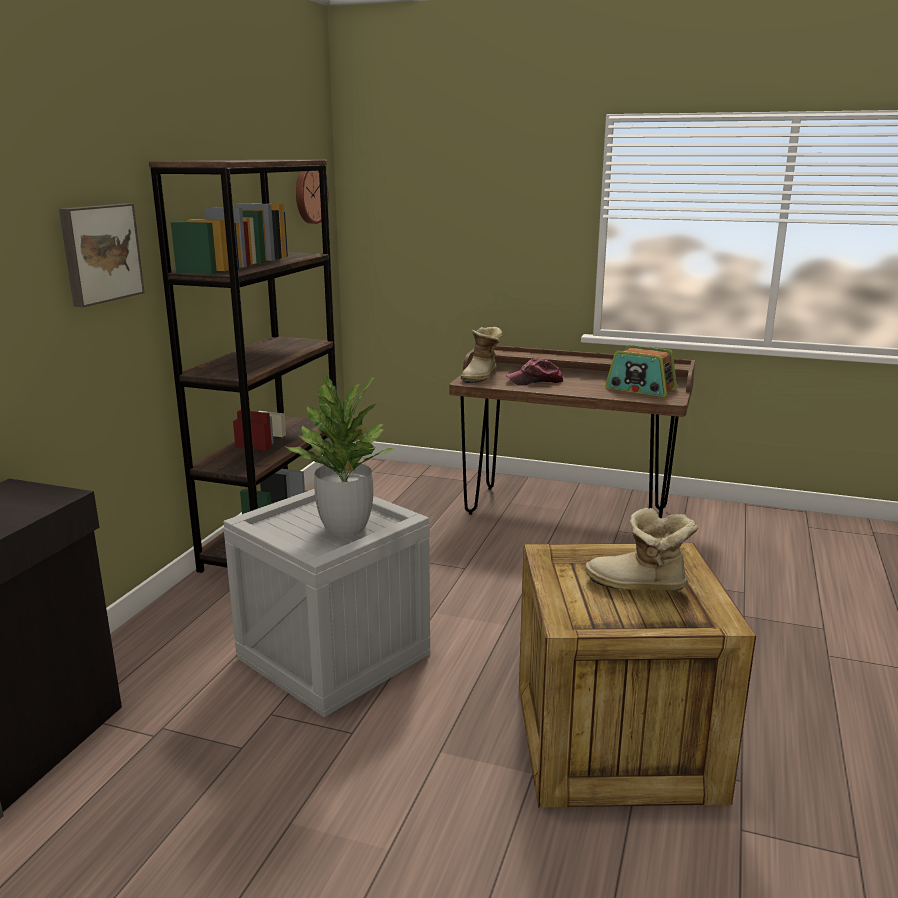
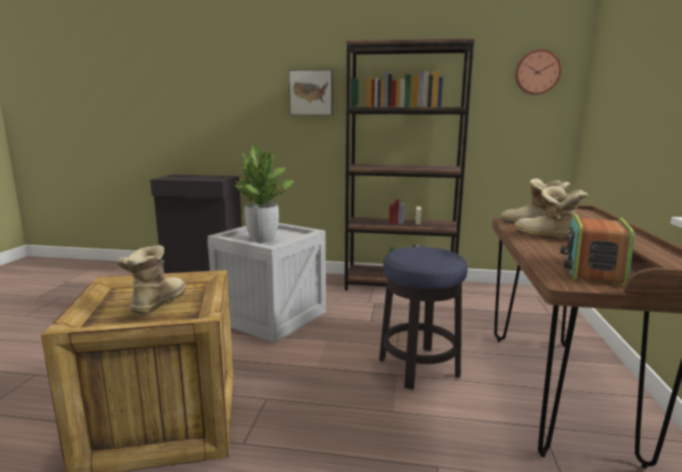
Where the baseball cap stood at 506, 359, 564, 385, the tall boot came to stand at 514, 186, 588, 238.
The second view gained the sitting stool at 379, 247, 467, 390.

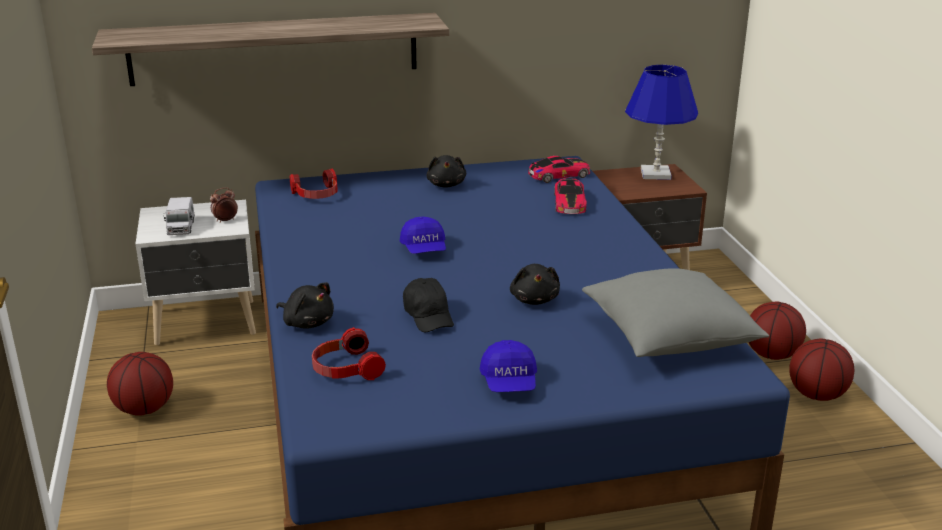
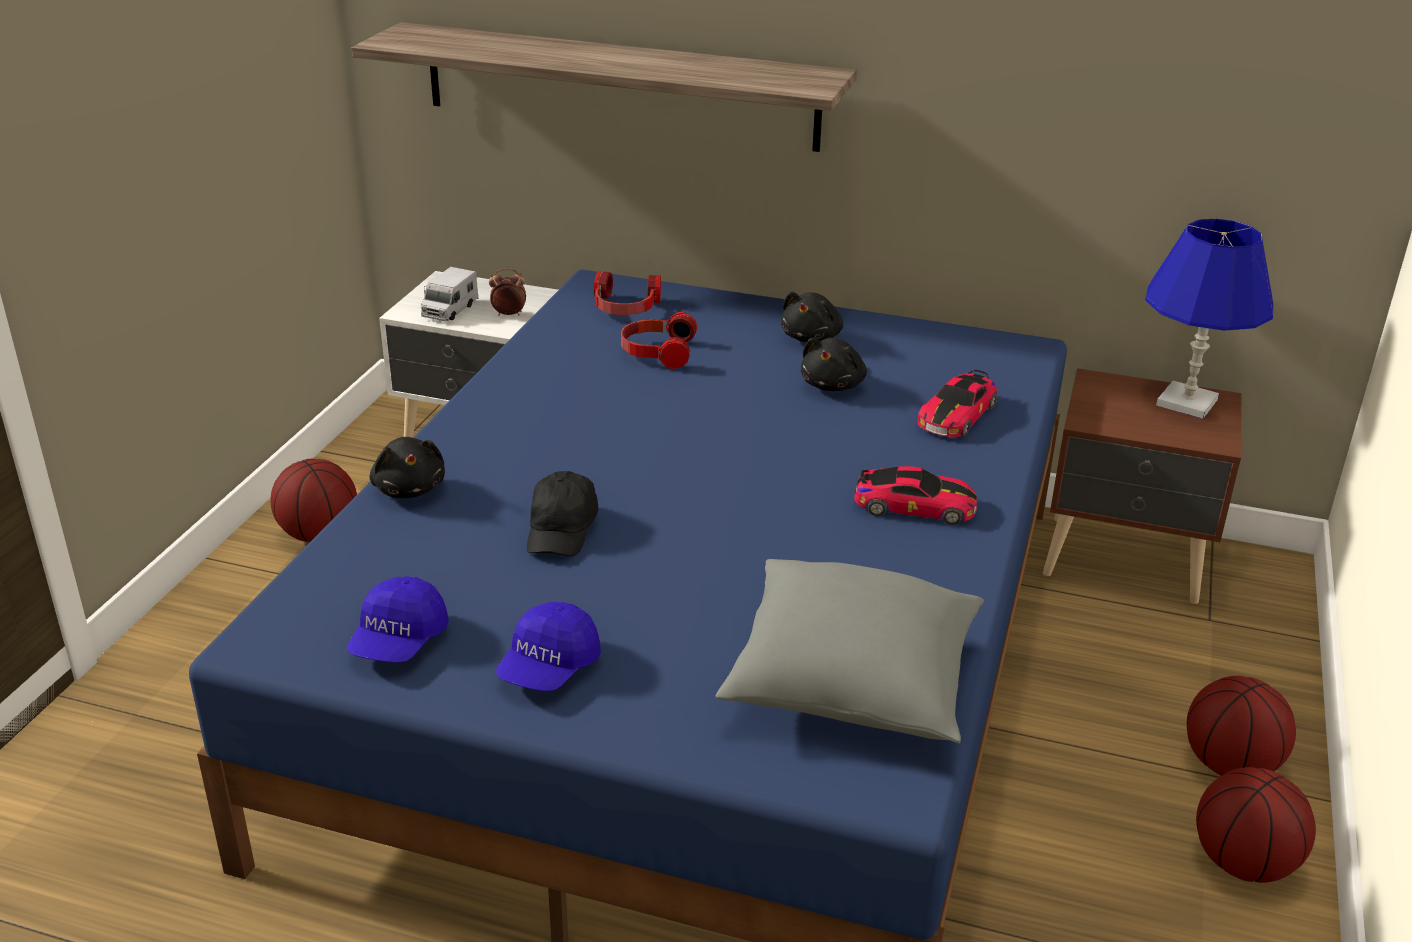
The pair of headphones ended up elsewhere, having gone from 312, 327, 386, 380 to 621, 312, 697, 370.
The baseball cap/blue-coloured ended up elsewhere, having gone from 400, 217, 446, 254 to 347, 576, 449, 663.
The cuddly toy/black-coloured ended up elsewhere, having gone from 510, 264, 560, 305 to 801, 338, 867, 391.
The toy car ended up elsewhere, having gone from 528, 156, 590, 183 to 854, 466, 977, 525.

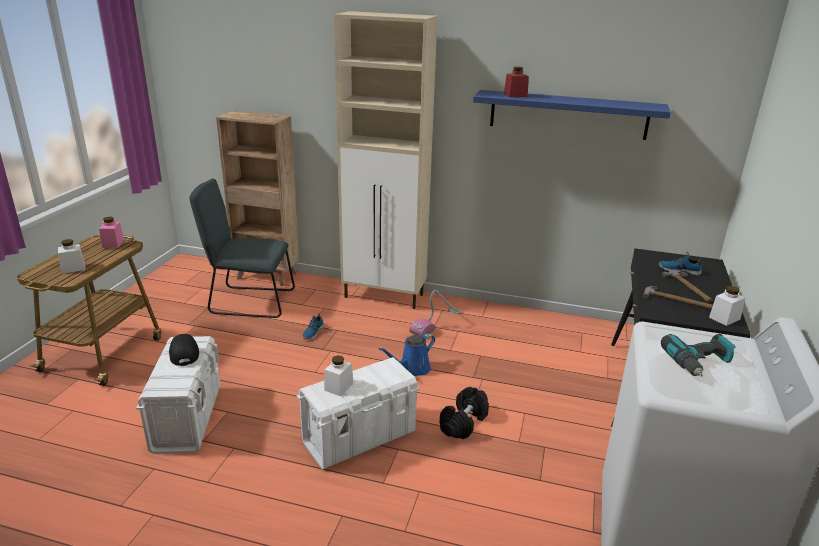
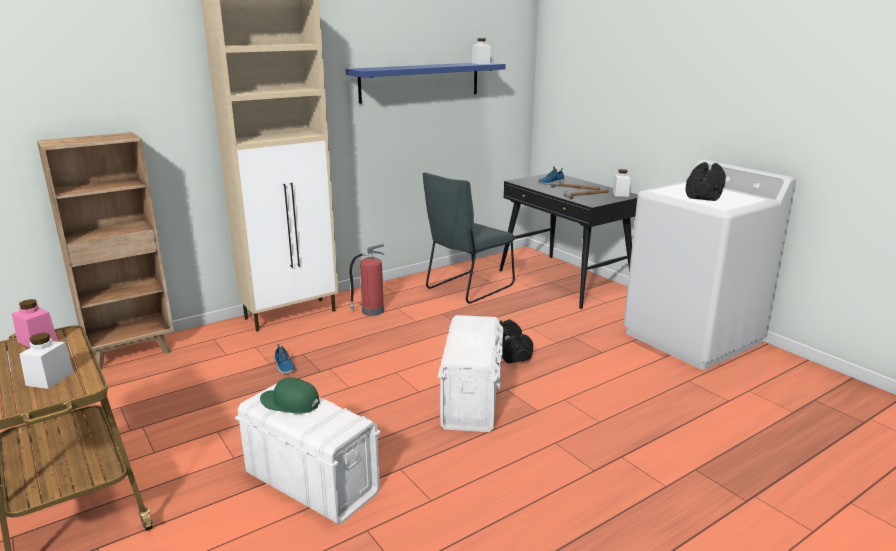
What was the baseball cap/black-coloured at 169, 334, 199, 366 turned into the baseball cap/greenish at 260, 377, 320, 414.
The plain chair/greyish ended up elsewhere, having gone from 189, 179, 295, 318 to 423, 173, 515, 304.
The storage jar/white ended up elsewhere, having gone from 324, 356, 353, 396 to 472, 38, 491, 64.
The second view lost the sprinkling can/blue-coloured at 379, 334, 435, 376.
Where the hoover stood at 409, 290, 462, 336, the fire-fighting cylinder came to stand at 349, 244, 385, 316.
The second view lost the storage jar/red at 504, 67, 529, 97.
Where the power drill stood at 661, 334, 736, 376, the free weight/black-coloured came to stand at 685, 162, 726, 201.

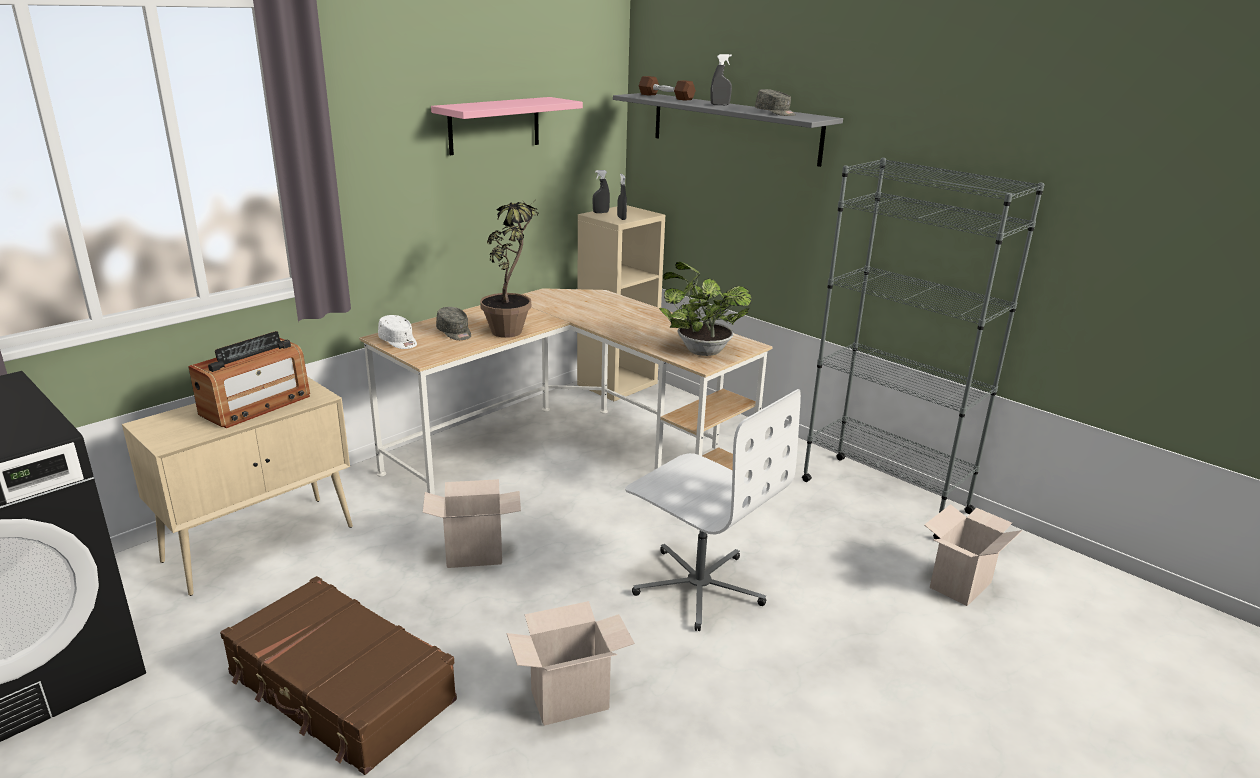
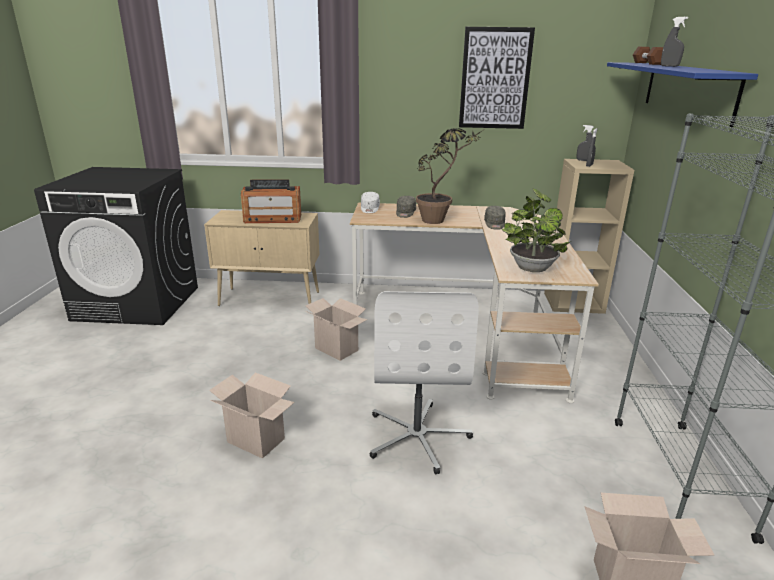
The second view lost the suitcase/brown at 220, 576, 457, 775.
Where the wall shelf/pinkish hung at 431, 97, 583, 155, the wall picture came to hang at 459, 27, 535, 129.
What was the wall shelf/greyish at 613, 93, 843, 167 turned into the wall shelf/blue-coloured at 607, 62, 758, 127.
The baseball cap/greyish ended up elsewhere, having gone from 755, 89, 796, 116 to 484, 206, 505, 230.

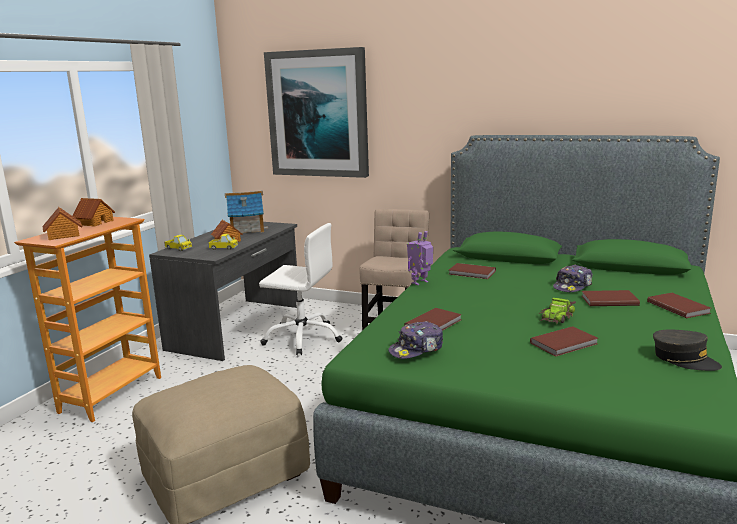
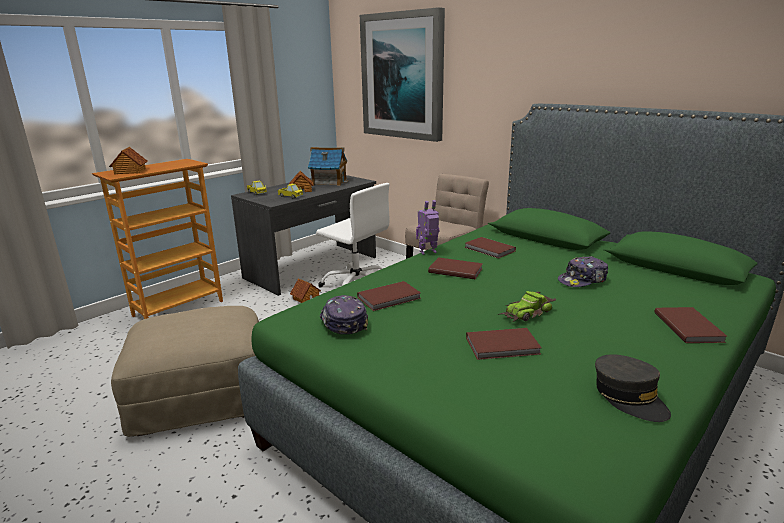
The model house ended up elsewhere, having gone from 72, 198, 115, 226 to 290, 279, 321, 303.
The baseball cap at 388, 321, 443, 359 ended up facing another way, 75 degrees clockwise from before.
The bound book/brown ended up elsewhere, having gone from 582, 290, 640, 306 to 428, 257, 483, 279.

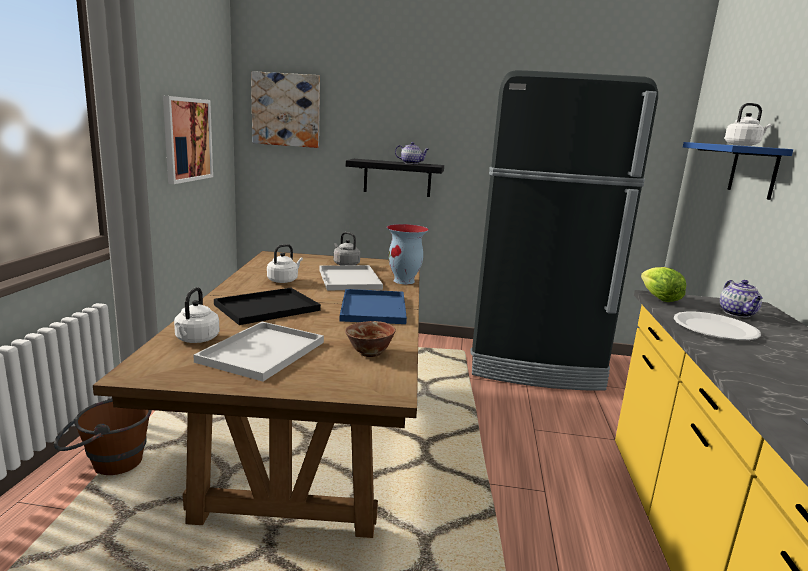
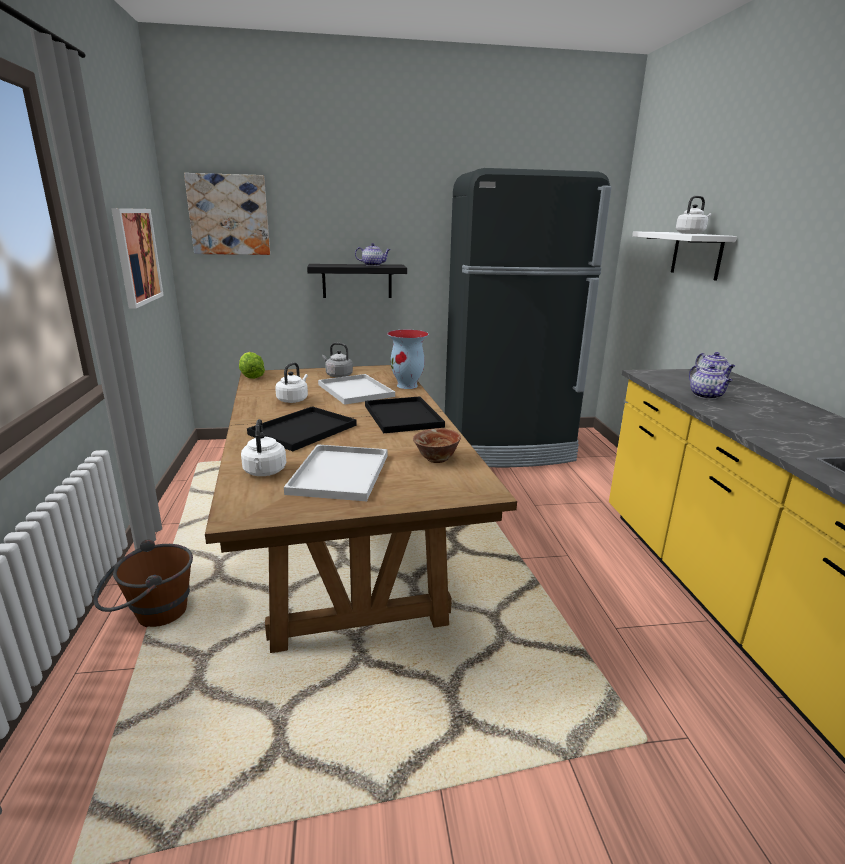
What was the carrying tray/blue-coloured at 340, 289, 407, 324 turned into the carrying tray/black-coloured at 365, 396, 445, 434.
The lettuce ended up elsewhere, having gone from 641, 267, 686, 302 to 239, 352, 265, 379.
Where the plate/white stood at 674, 311, 761, 340, the tea pot came to stand at 689, 364, 733, 399.
What was the wall shelf/blue-coloured at 683, 142, 793, 200 turned into the wall shelf/white at 632, 231, 737, 281.

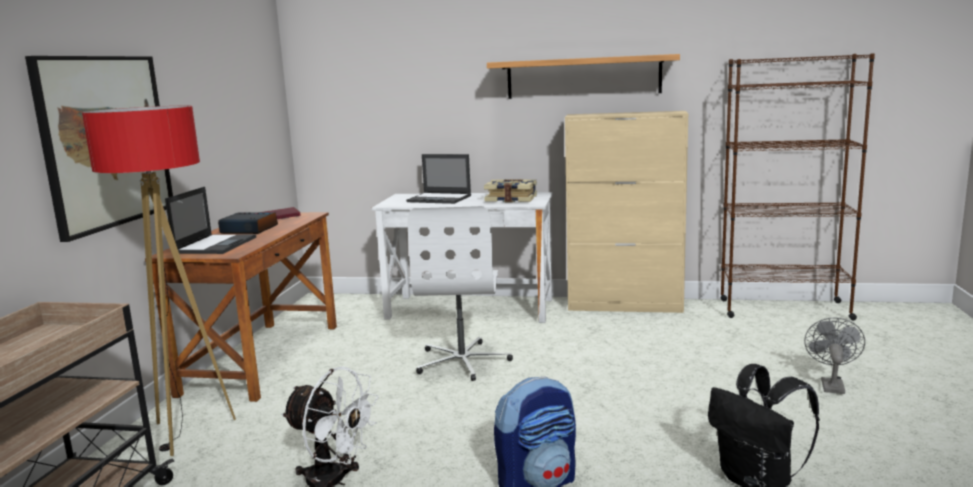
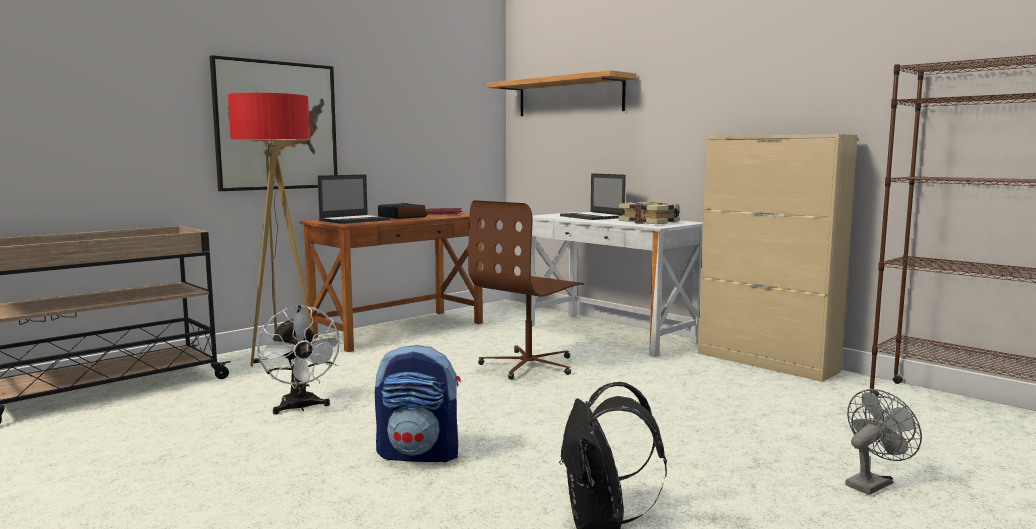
What was the desk chair/white at 407, 206, 513, 381 turned into the desk chair/brown at 468, 200, 584, 379.
The wall shelf ended up elsewhere, having gone from 487, 54, 680, 99 to 487, 70, 637, 116.

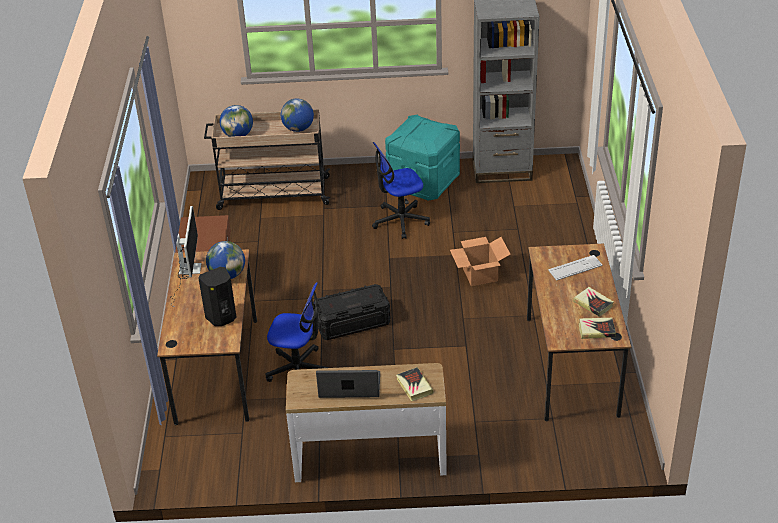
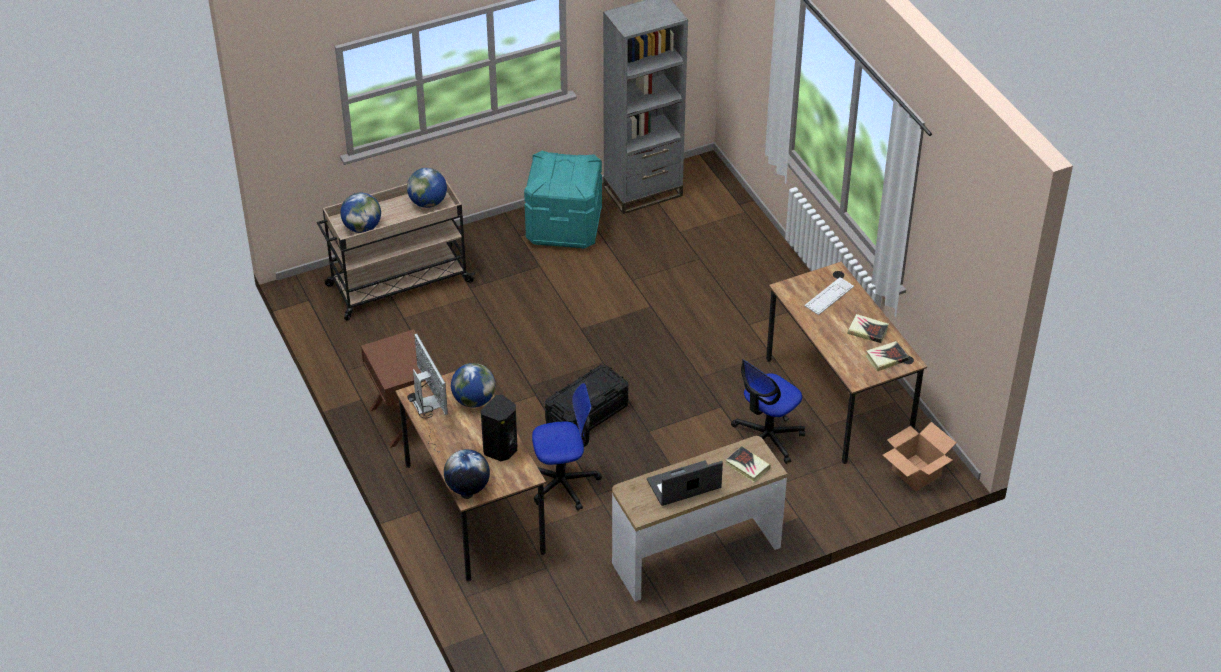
The desk chair ended up elsewhere, having gone from 372, 142, 430, 239 to 731, 359, 805, 464.
The cardboard box ended up elsewhere, having gone from 450, 237, 511, 286 to 883, 422, 956, 491.
The second view gained the desk globe at 444, 449, 490, 496.

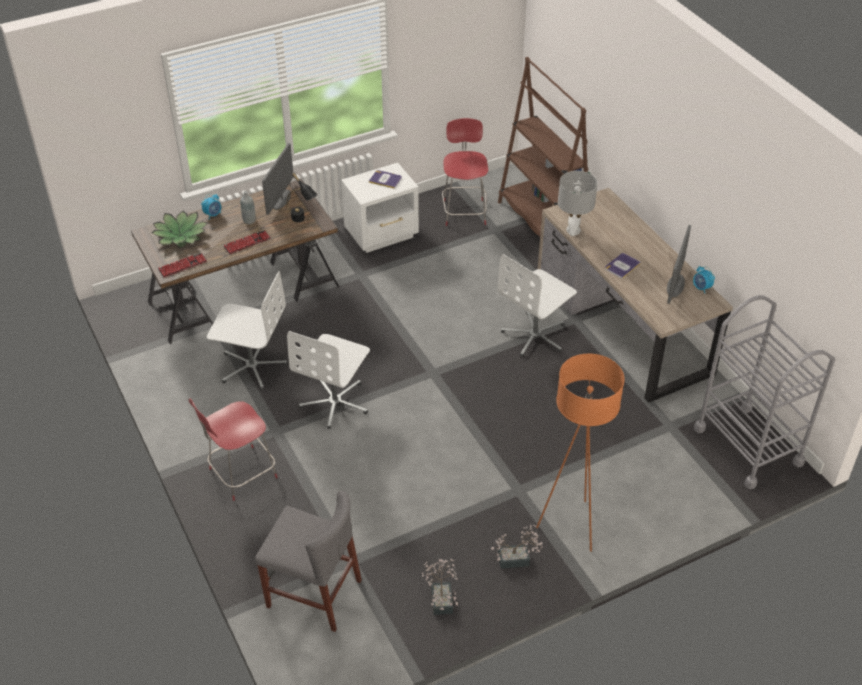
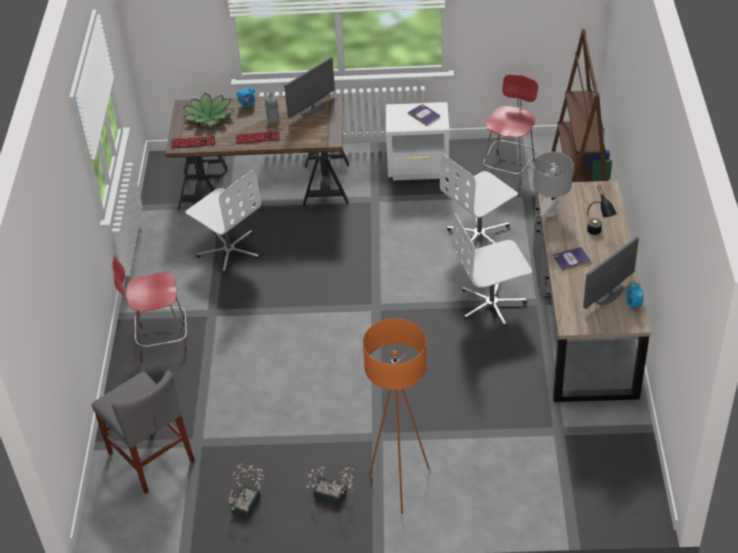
The lamp for a table/black-coloured ended up elsewhere, having gone from 287, 173, 318, 222 to 587, 185, 617, 235.
The desk chair/white ended up elsewhere, having gone from 287, 331, 370, 429 to 440, 154, 518, 252.
The second view lost the cart/greyish at 694, 295, 835, 489.

